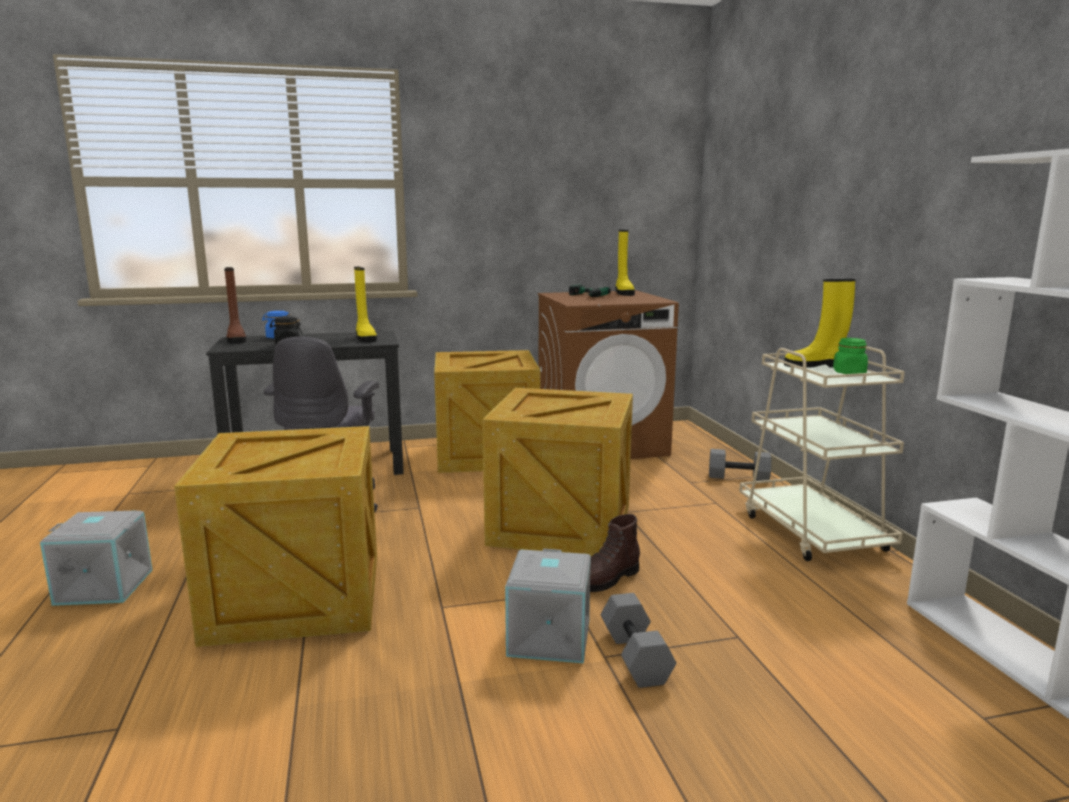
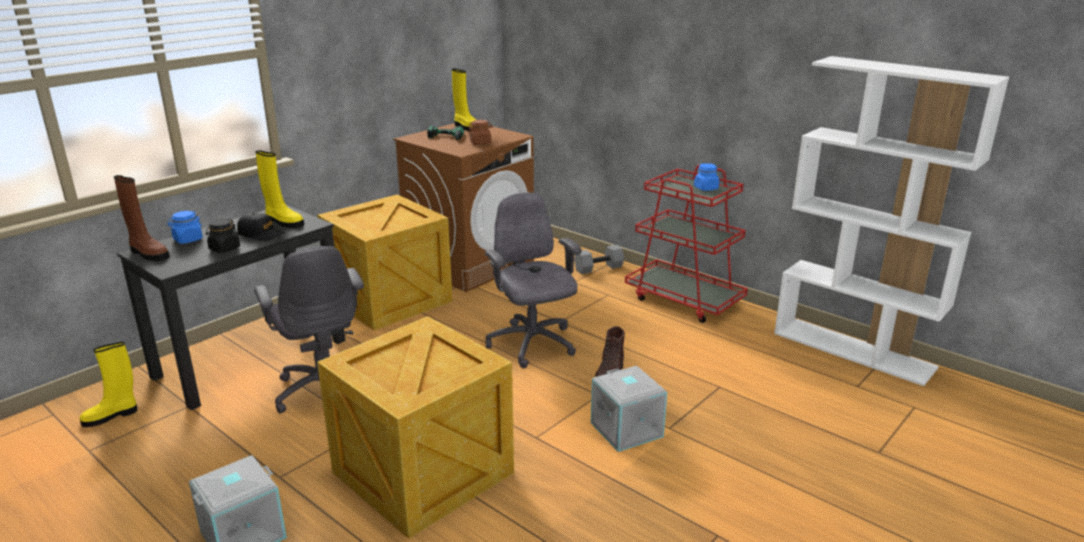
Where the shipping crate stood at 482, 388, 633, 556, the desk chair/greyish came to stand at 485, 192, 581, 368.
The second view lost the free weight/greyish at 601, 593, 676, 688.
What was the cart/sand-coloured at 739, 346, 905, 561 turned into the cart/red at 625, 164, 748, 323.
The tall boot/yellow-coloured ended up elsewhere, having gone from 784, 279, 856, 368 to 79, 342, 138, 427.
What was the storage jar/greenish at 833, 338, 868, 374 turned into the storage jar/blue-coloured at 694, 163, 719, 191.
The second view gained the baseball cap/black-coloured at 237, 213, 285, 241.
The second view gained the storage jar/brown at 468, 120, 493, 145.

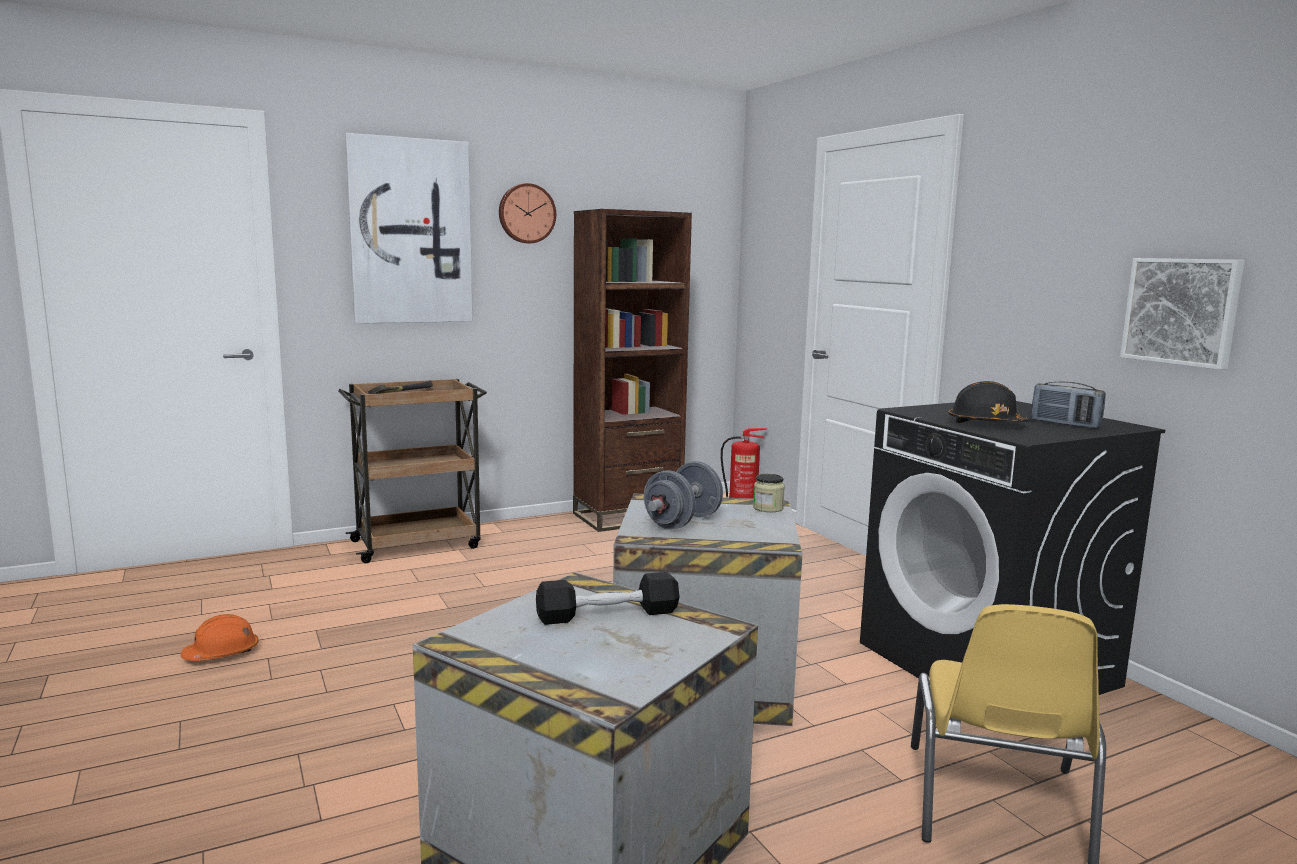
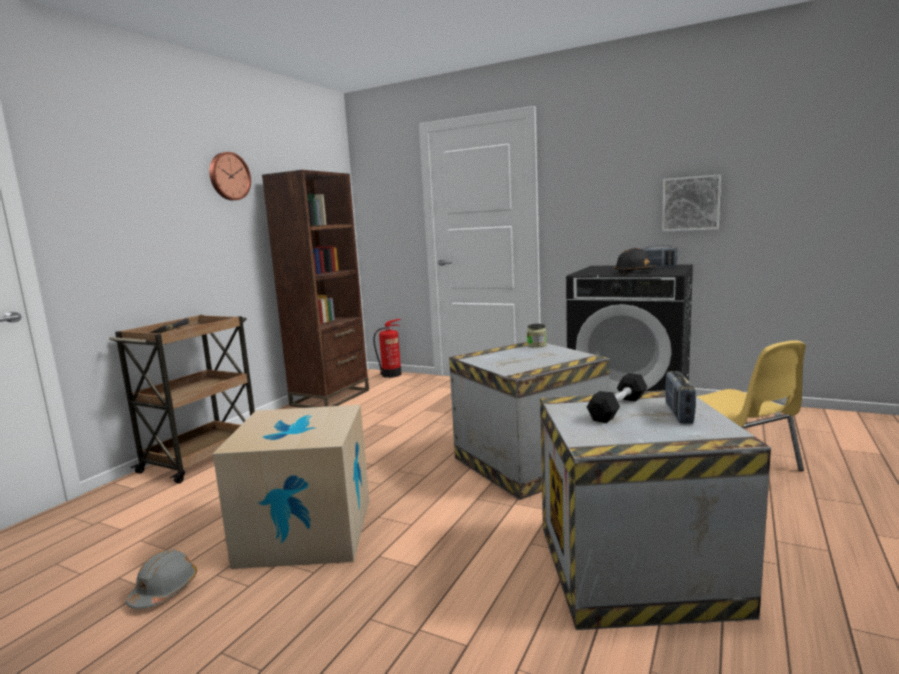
What was the hard hat/orange-coloured at 181, 614, 259, 661 turned into the hard hat/greyish at 126, 550, 197, 609.
The second view lost the wall picture at 345, 133, 473, 324.
The second view lost the free weight/greyish at 644, 461, 723, 530.
The second view gained the cardboard box at 213, 405, 369, 569.
The second view gained the radio at 665, 371, 696, 424.

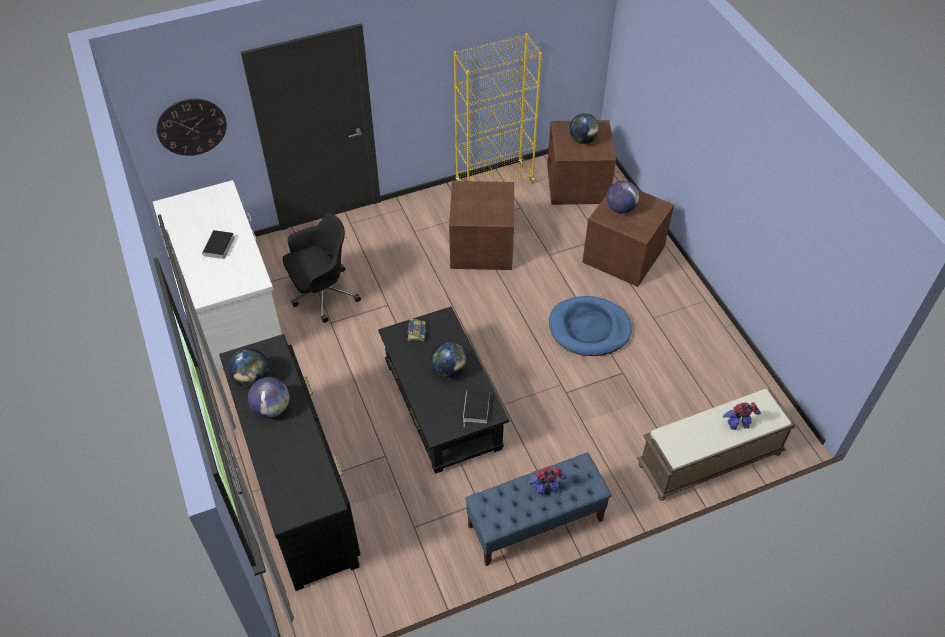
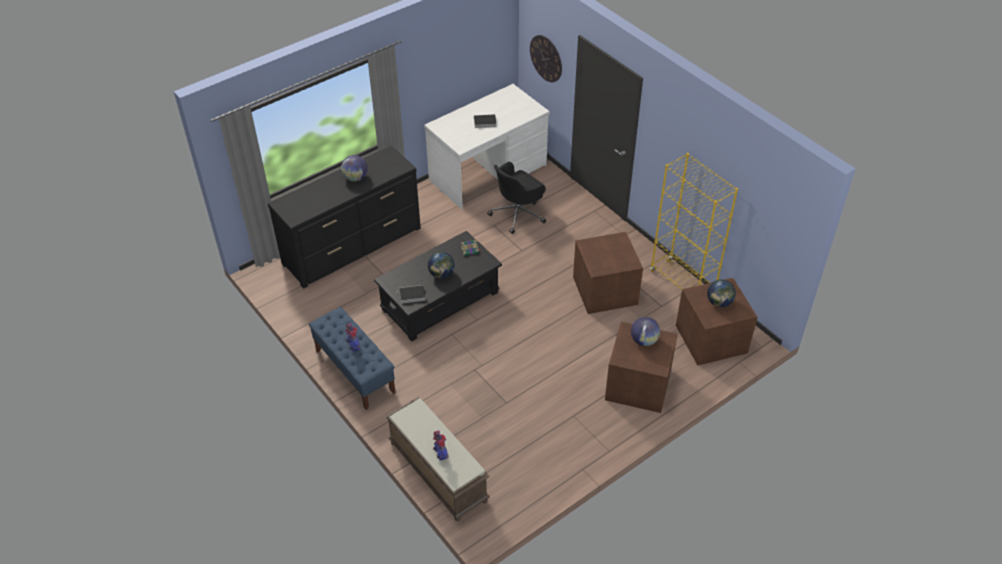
The second view lost the desk globe at 229, 348, 269, 388.
The desk chair/black-coloured at 283, 213, 361, 323 ended up facing another way, 90 degrees clockwise from before.
The second view lost the pet bed/blue-coloured at 549, 296, 632, 356.

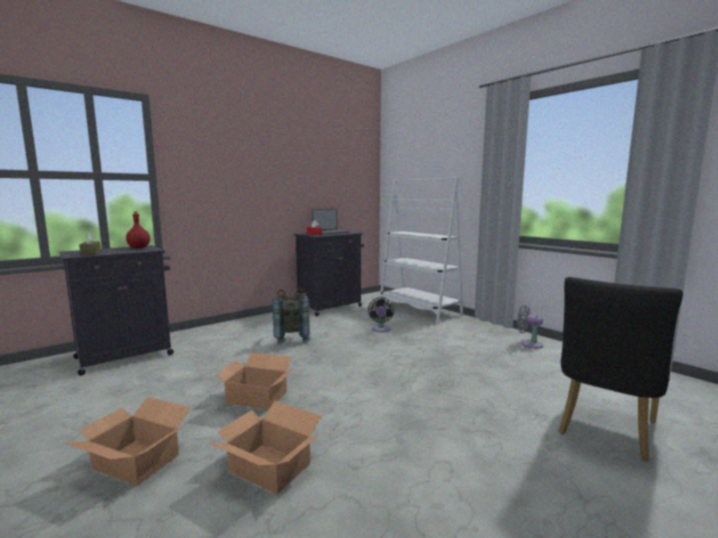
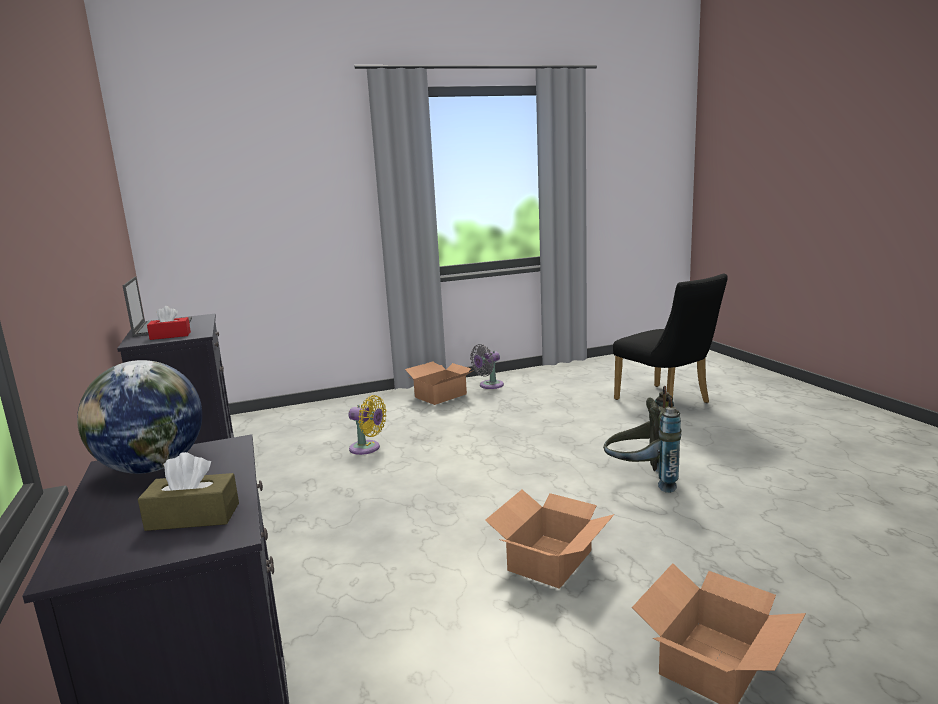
Where the drink bottle/red stood at 126, 211, 150, 248, the desk globe came to stand at 77, 360, 202, 474.
The cardboard box ended up elsewhere, having gone from 208, 401, 322, 494 to 405, 361, 474, 405.
The backpack/greyish ended up elsewhere, having gone from 272, 289, 312, 345 to 603, 386, 681, 493.
What was the fan/black-coloured at 368, 297, 394, 332 turned into the fan/yellow-coloured at 349, 395, 387, 455.
The second view lost the bookcase/white at 379, 177, 463, 324.

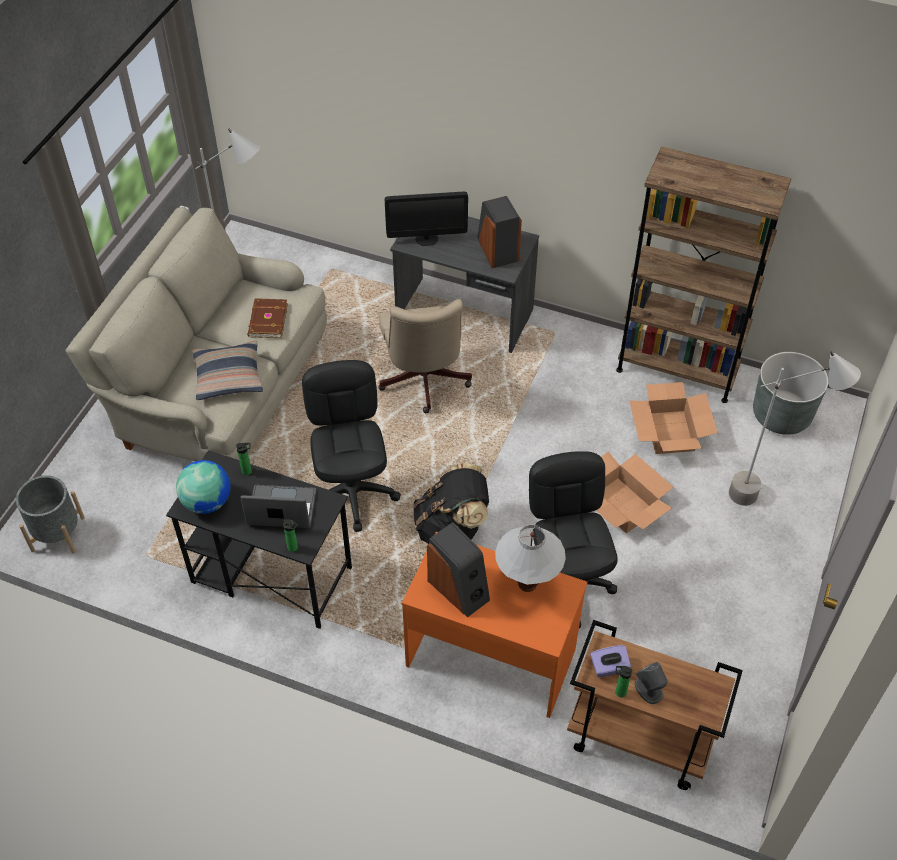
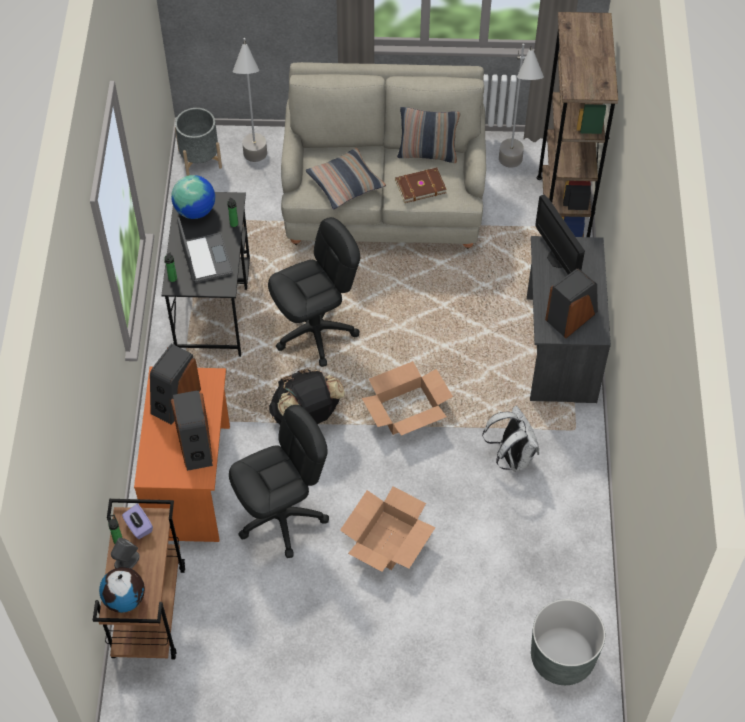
The second view lost the desk chair/sand-coloured at 378, 299, 472, 413.
Where the lamp for a table/white stood at 495, 525, 566, 592, the loudspeaker came to stand at 171, 390, 213, 471.
The bookcase/brown ended up elsewhere, having gone from 616, 147, 792, 403 to 537, 12, 618, 237.
The cardboard box ended up elsewhere, having gone from 630, 382, 718, 454 to 362, 361, 453, 436.
The floor lamp/greyish ended up elsewhere, having gone from 729, 351, 861, 506 to 233, 38, 267, 162.
The second view gained the desk globe at 99, 567, 145, 613.
The second view gained the cushion at 397, 107, 460, 163.
The second view gained the backpack/white at 482, 406, 539, 472.

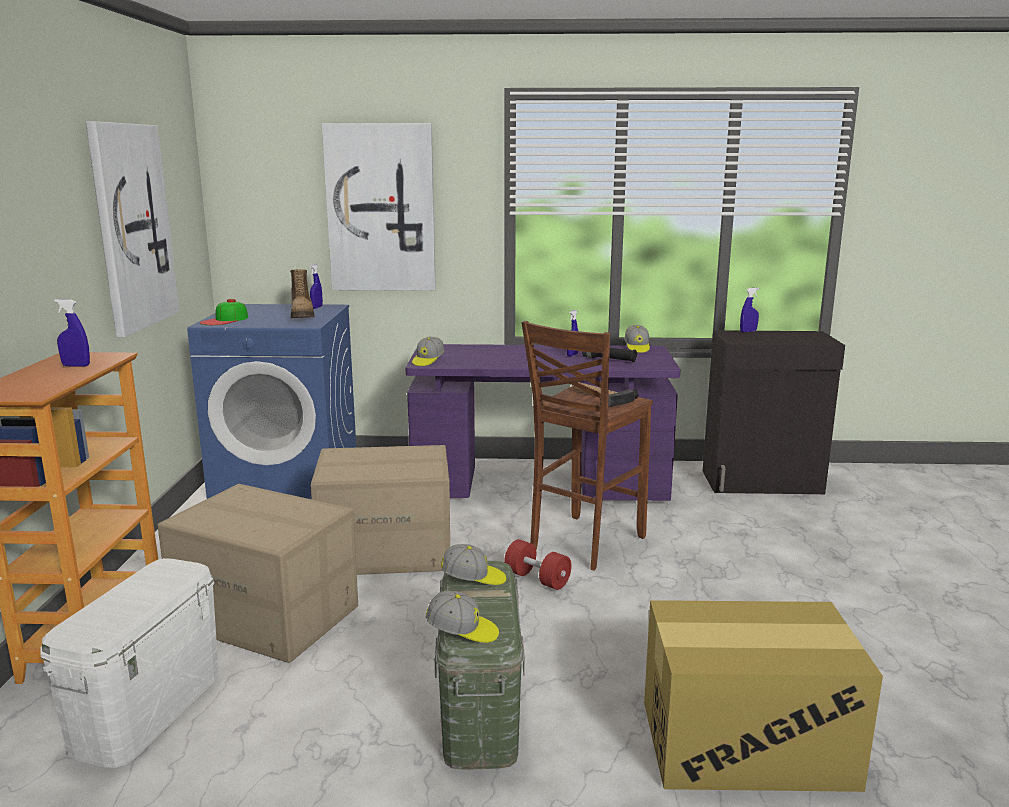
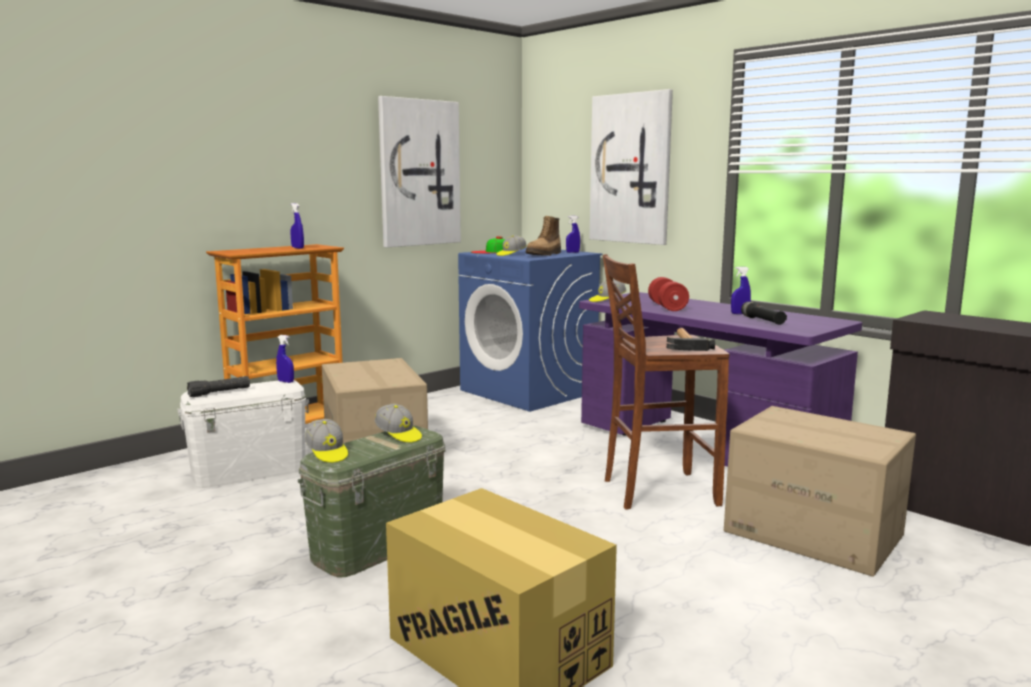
The cardboard box ended up elsewhere, having gone from 311, 445, 450, 575 to 724, 406, 916, 577.
The free weight/red ended up elsewhere, having gone from 504, 539, 572, 590 to 648, 277, 689, 311.
The baseball cap ended up elsewhere, having gone from 625, 325, 650, 353 to 497, 236, 527, 256.
The spray bottle/blue-coloured ended up elsewhere, having gone from 740, 288, 759, 332 to 276, 335, 294, 383.
The second view gained the torch/black-coloured at 187, 376, 250, 397.

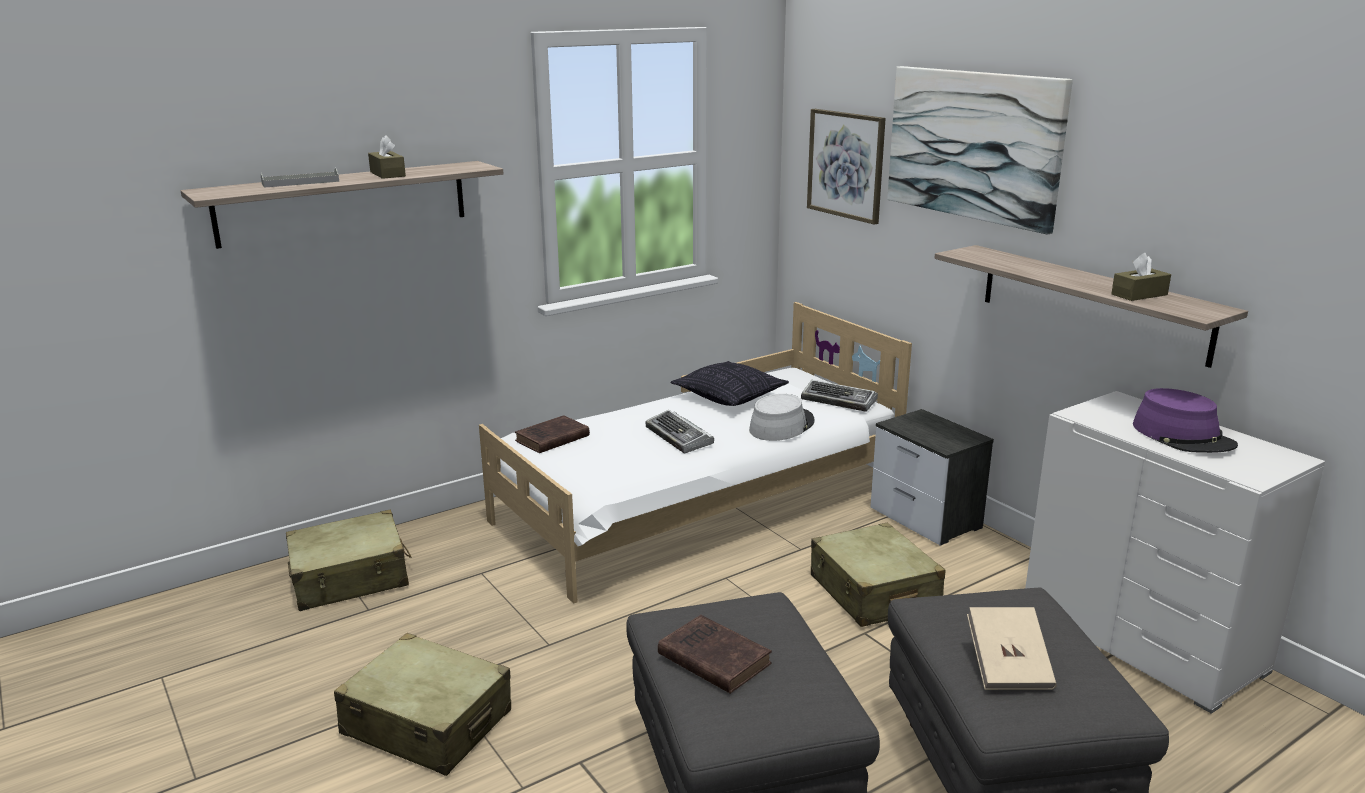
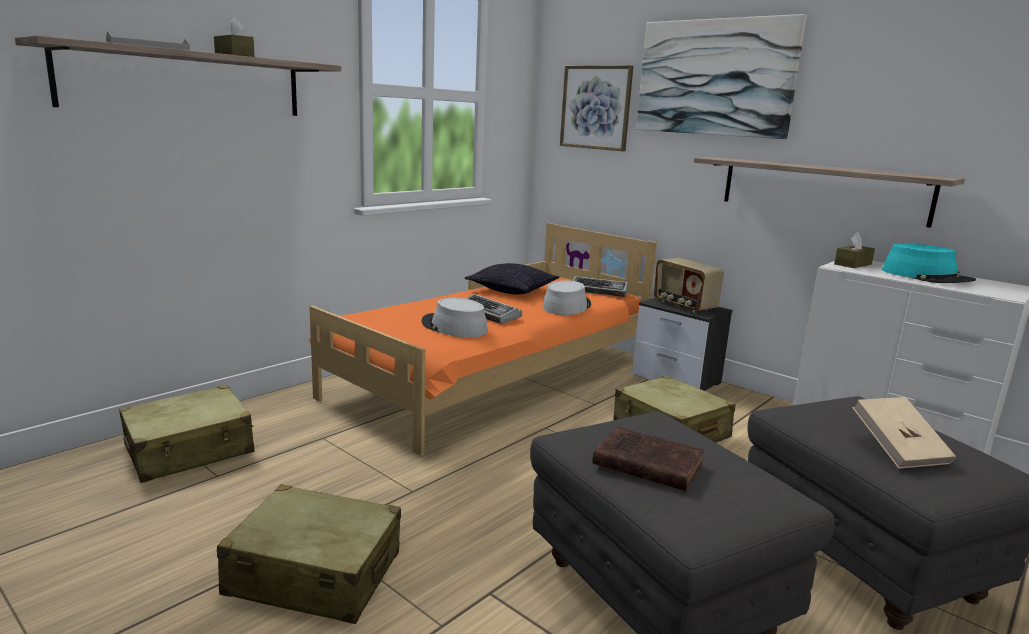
What was the sleeping bed/white at 479, 302, 912, 604 turned into the sleeping bed/orange-coloured at 309, 223, 657, 456.
The second view lost the bound book/brown at 515, 415, 590, 453.
The tissue holder/brown ended up elsewhere, having gone from 1111, 253, 1171, 301 to 834, 232, 875, 268.
What was the clothing hat/purple-coloured at 1133, 388, 1238, 453 turned into the clothing hat/turquoise-coloured at 882, 243, 976, 283.
The second view gained the clothing hat/greyish at 422, 298, 488, 338.
The second view gained the radio at 654, 258, 724, 313.

